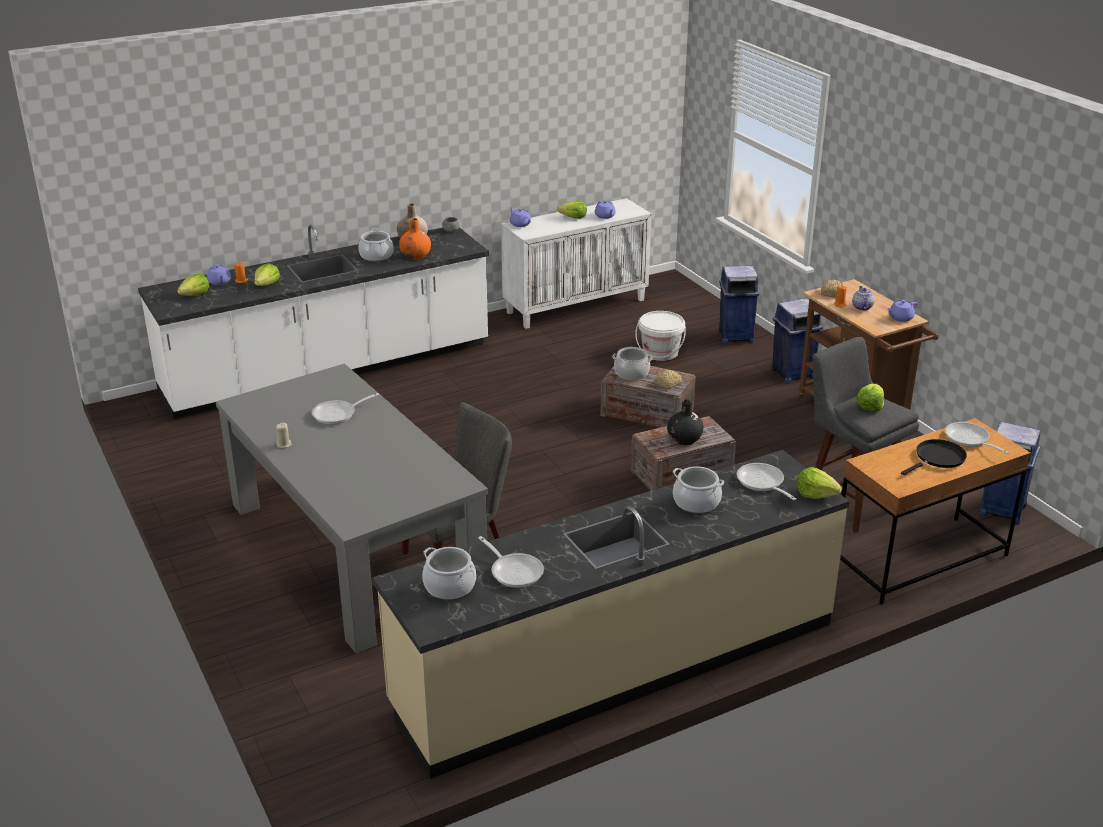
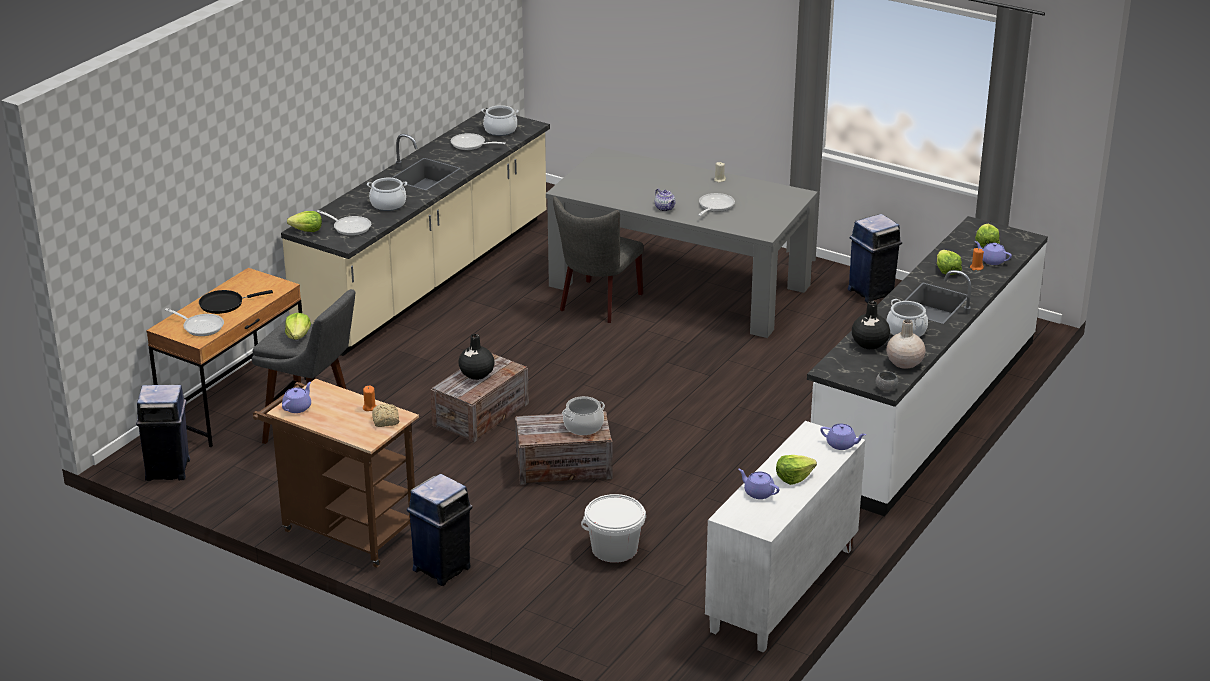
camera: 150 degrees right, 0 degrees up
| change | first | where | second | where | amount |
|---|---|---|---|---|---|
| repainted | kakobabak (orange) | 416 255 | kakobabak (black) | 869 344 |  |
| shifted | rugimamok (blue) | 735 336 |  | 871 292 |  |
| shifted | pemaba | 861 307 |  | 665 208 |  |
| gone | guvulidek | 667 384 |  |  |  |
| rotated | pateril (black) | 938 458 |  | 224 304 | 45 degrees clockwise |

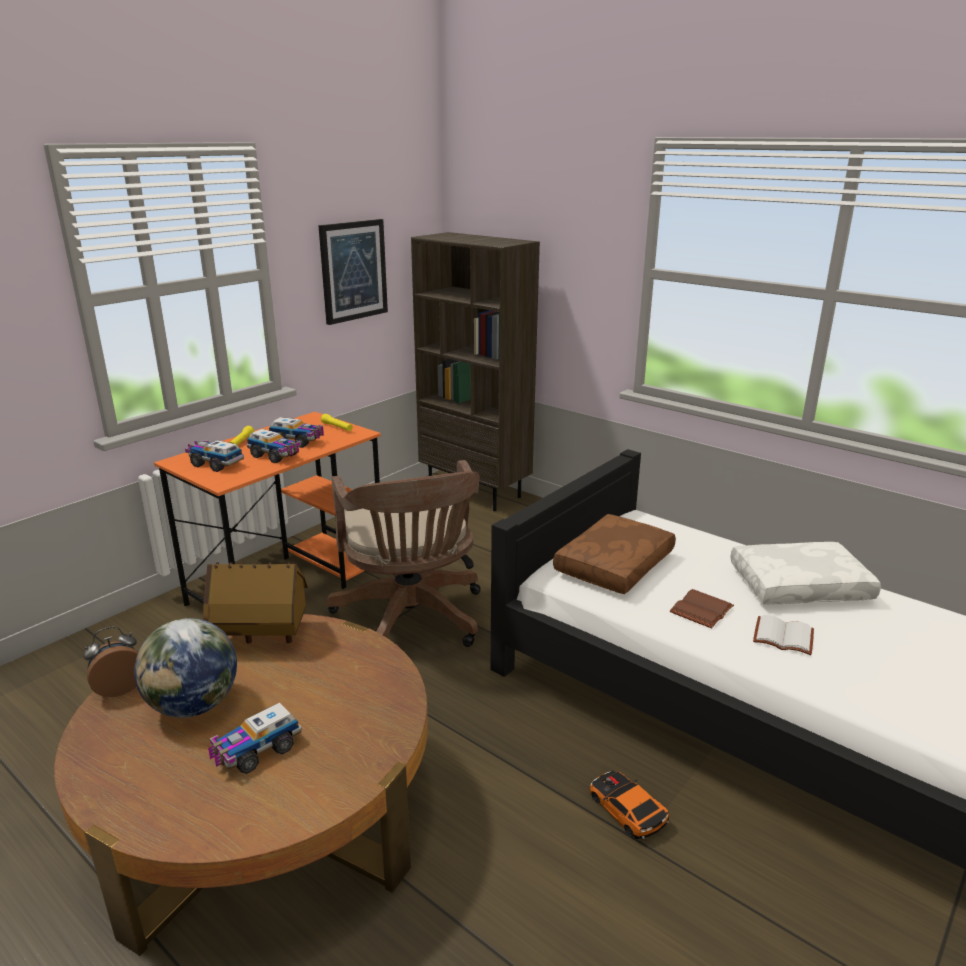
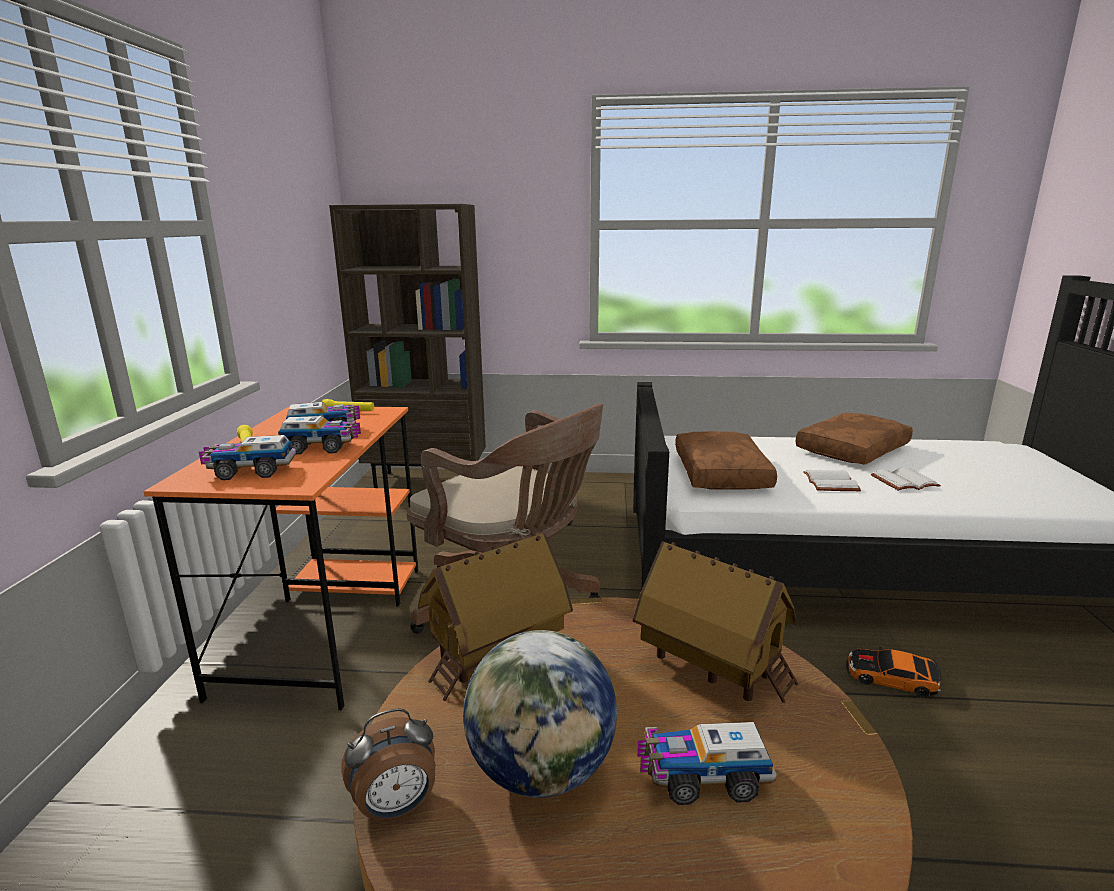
camera: 35 degrees left, 5 degrees down
| change | first | where | second | where | amount |
|---|---|---|---|---|---|
| gone | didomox | 353 271 |  |  |  |
| repainted | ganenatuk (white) | 799 585 | ganenatuk (brown) | 851 449 |  |
| repainted | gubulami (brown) | 702 611 | gubulami (white) | 832 483 |  |
| rotated | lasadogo | 119 687 |  | 396 808 | 135 degrees counterclockwise |
| rotated | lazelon | 256 751 |  | 702 776 | 75 degrees clockwise |
| new |  |  | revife | 712 667 |  |

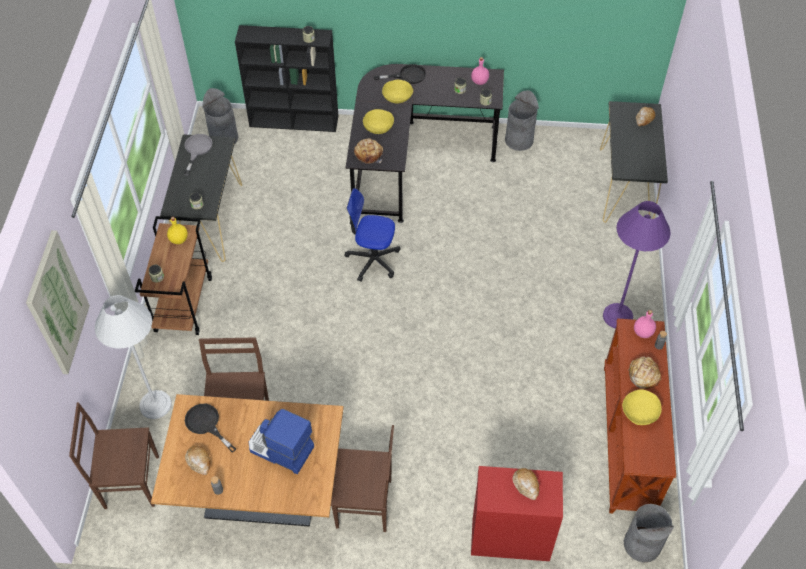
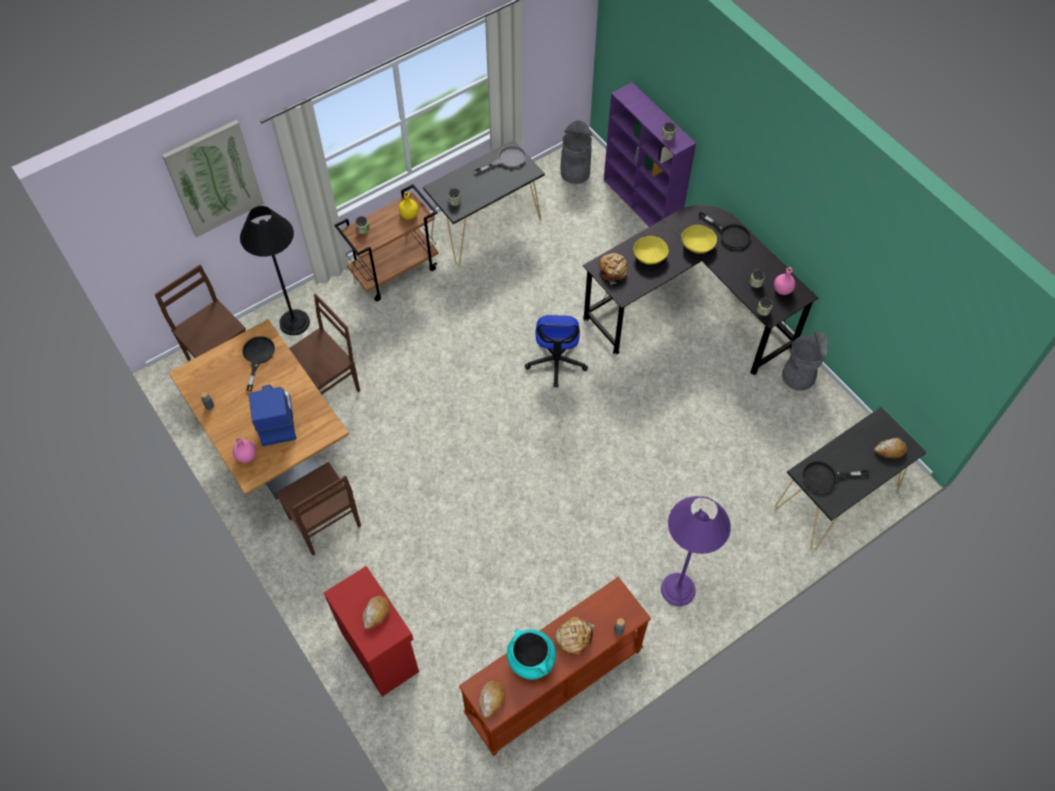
camera: 50 degrees right, 5 degrees up
| change | first | where | second | where | amount |
|---|---|---|---|---|---|
| repainted | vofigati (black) | 295 121 | vofigati (purple) | 642 204 |  |
| rotated | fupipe | 373 260 |  | 556 362 | 150 degrees counterclockwise |
| repainted | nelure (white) | 155 404 | nelure (black) | 294 322 |  |
| shifted | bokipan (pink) | 643 332 |  | 247 456 |  |
| swapped | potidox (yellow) | 640 412 | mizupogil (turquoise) | 531 659 |  |
| shifted | guvulidek | 199 461 |  | 492 700 |  |
| gone | rugimamok (grey) | 642 544 |  |  |  |
| new |  |  | pateril (black) | 825 477 |  |

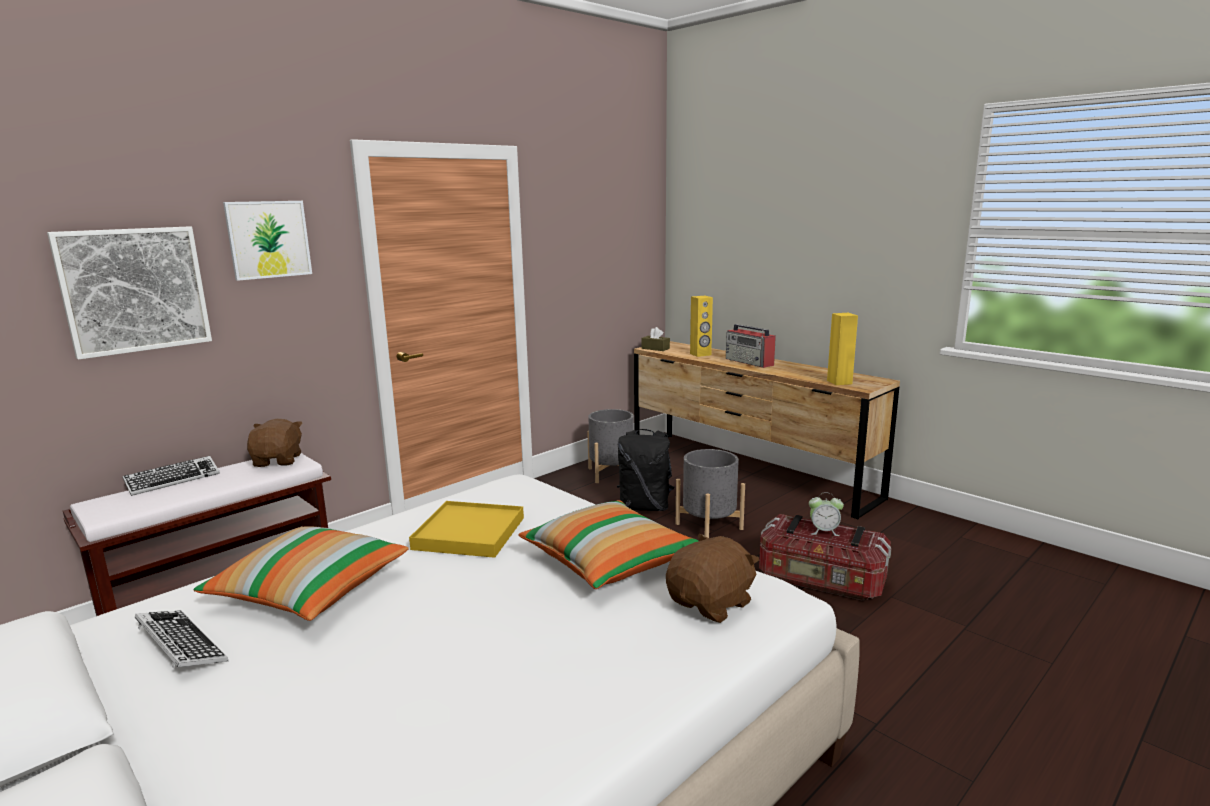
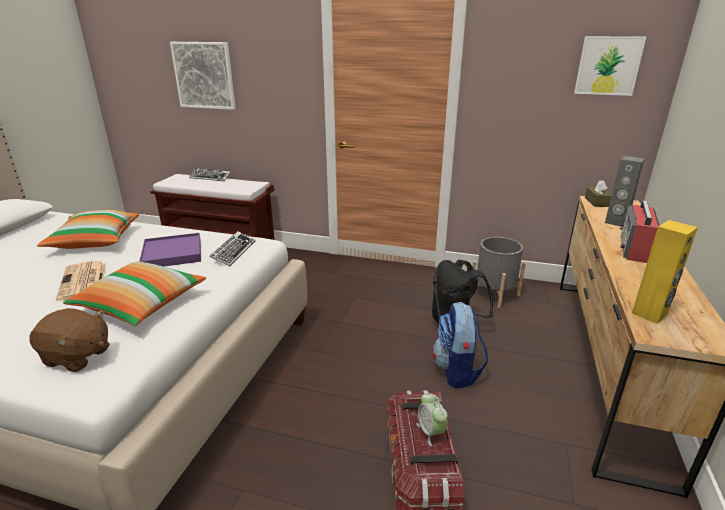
camera: 60 degrees right, 10 degrees up
| change | first | where | second | where | amount |
|---|---|---|---|---|---|
| shifted | didomox | 268 239 |  | 608 66 |  |
| repainted | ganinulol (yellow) | 700 354 | ganinulol (grey) | 616 222 |  |
| gone | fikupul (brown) | 278 460 |  |  |  |
| swapped | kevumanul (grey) | 709 526 | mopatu | 457 371 |  |
| repainted | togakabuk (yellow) | 469 533 | togakabuk (purple) | 172 253 |  |
| shifted | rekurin | 180 646 |  | 233 252 |  |
| new |  |  | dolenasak | 83 281 |  |

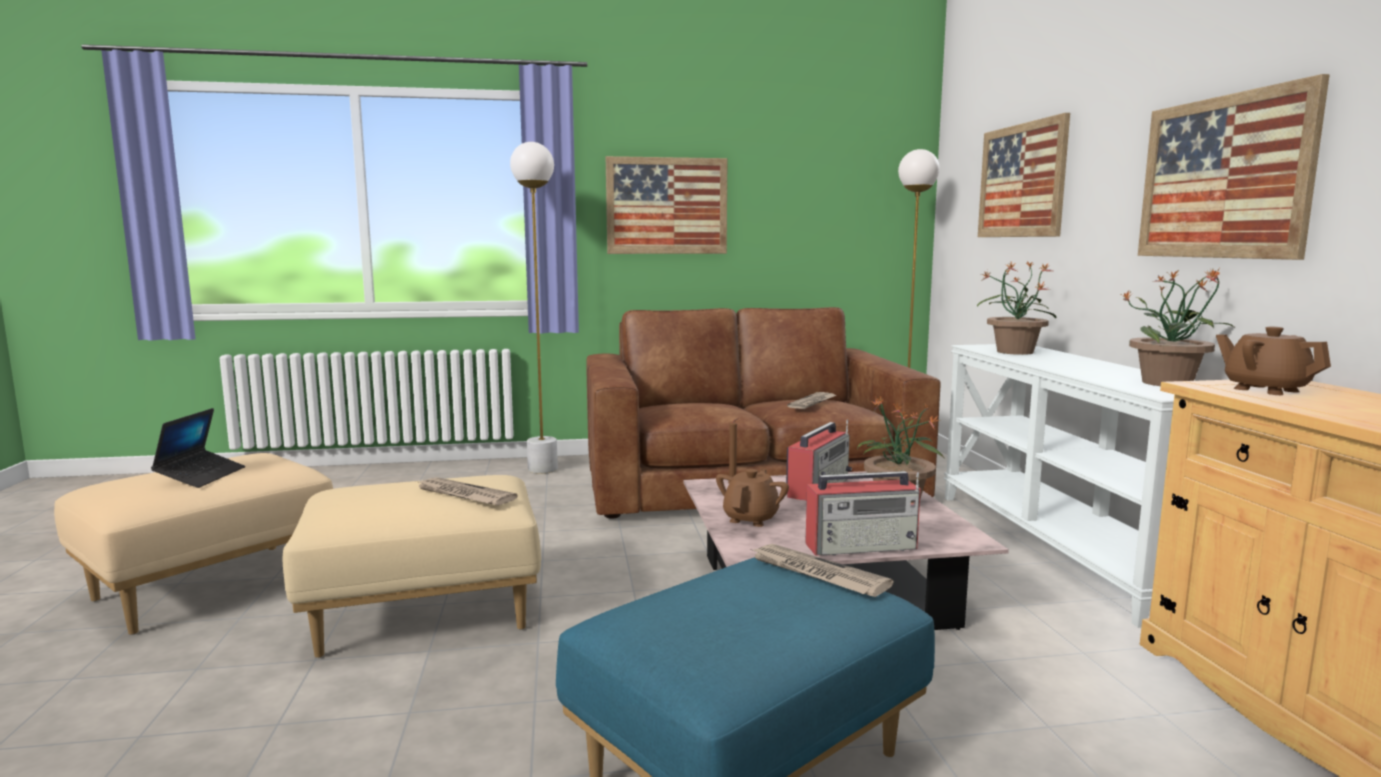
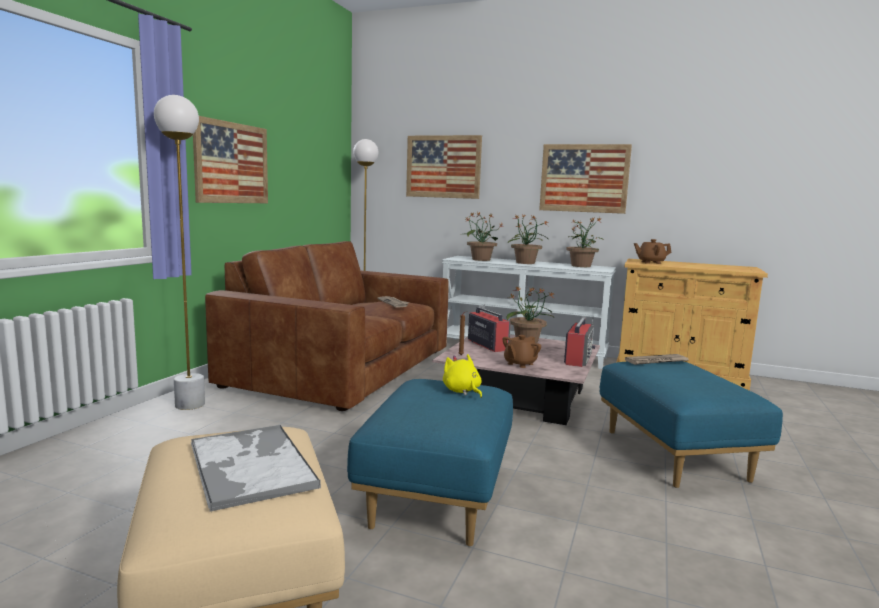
camera: 60 degrees left, 0 degrees up
| change | first | where | second | where | amount |
|---|---|---|---|---|---|
| swapped | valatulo | 201 476 | togakabuk | 250 465 |  |
| rotated | pemaba (brown) | 751 519 |  | 519 364 | 105 degrees counterclockwise |
| repainted | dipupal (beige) | 426 614 | dipupal (blue) | 436 495 |  |
| swapped | dolenasak | 463 495 | fikupul (yellow) | 462 391 |  |
| new |  |  | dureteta | 525 263 |  |

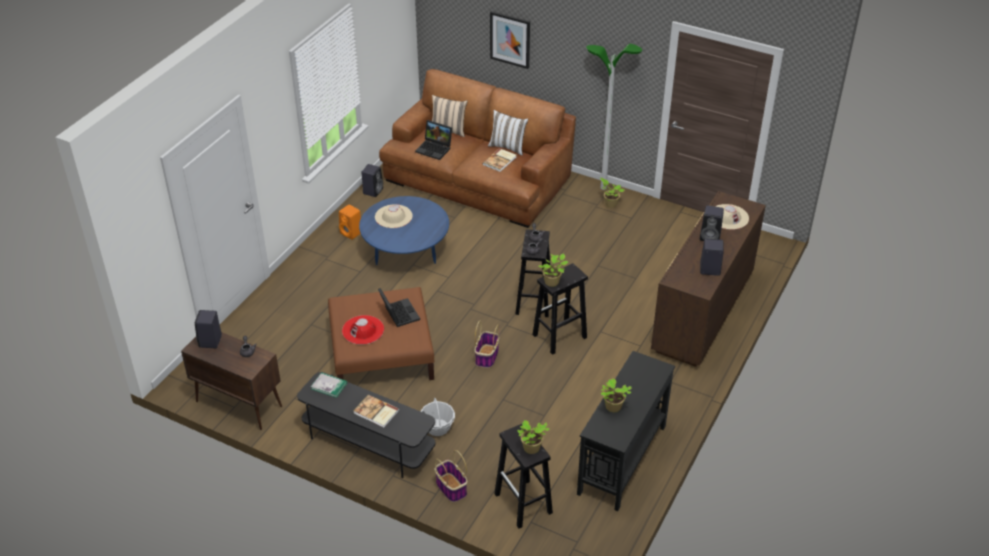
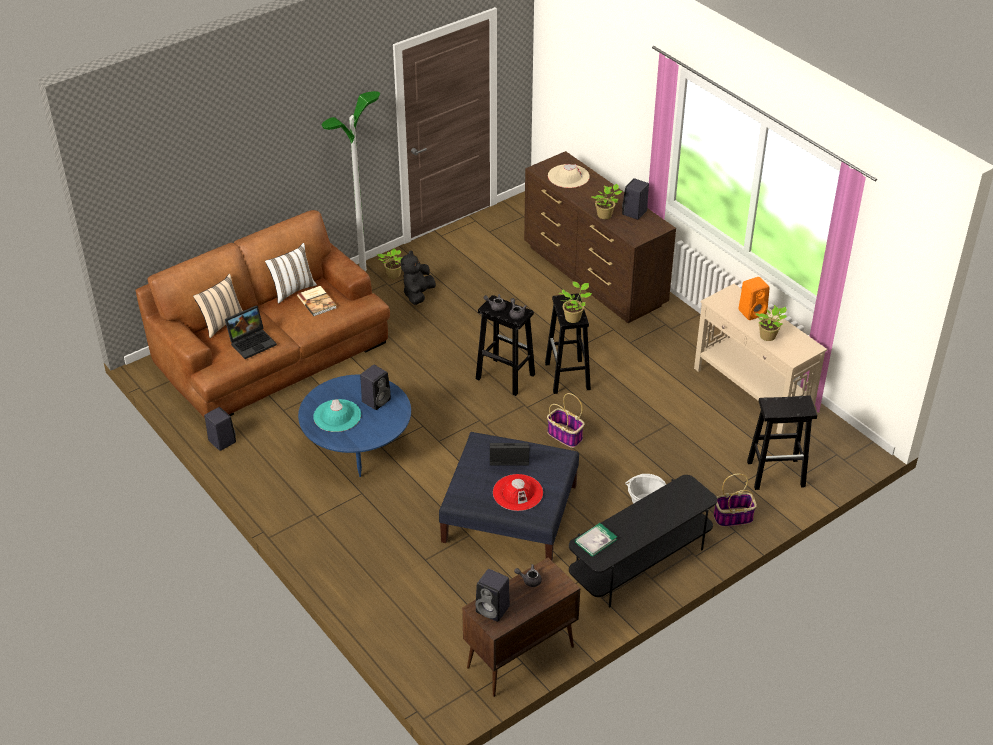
camera: 65 degrees left, 0 degrees up
| change | first | where | second | where | amount |
|---|---|---|---|---|---|
| gone | didomox | 510 39 |  |  |  |
| repainted | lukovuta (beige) | 393 216 | lukovuta (turquoise) | 337 416 |  |
| shifted | ganinulol (orange) | 352 233 |  | 752 312 |  |
| shifted | ganinulol (black) | 710 236 |  | 376 400 |  |
| repainted | dipupal (brown) | 381 352 | dipupal (blue) | 509 513 |  |
| repainted | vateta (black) | 621 459 | vateta (beige) | 752 393 |  |
| gone | gubulami | 376 412 |  |  |  |
| shifted | dureteta | 531 449 |  | 605 215 |  |
| new |  |  | fikupul (black) | 418 294 |  |

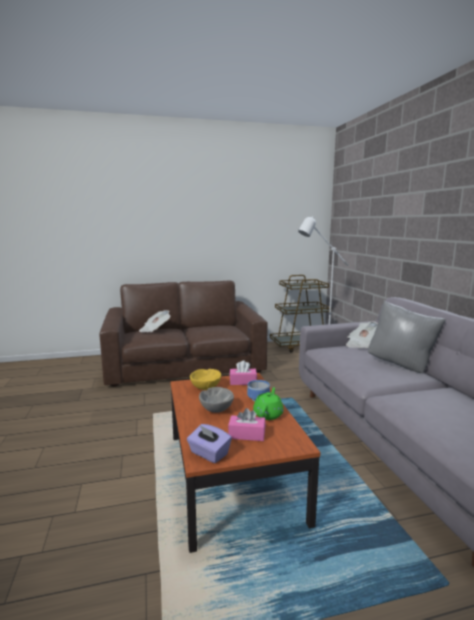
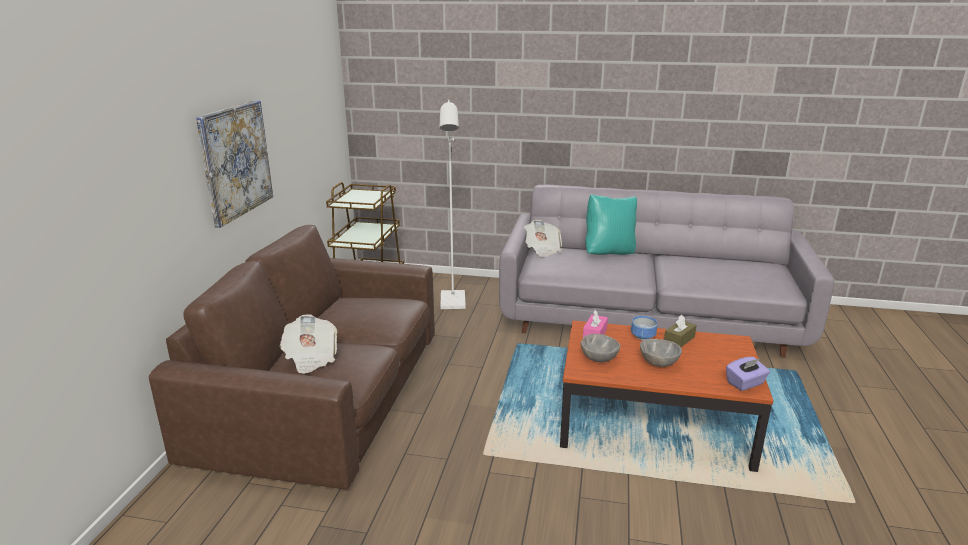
camera: 65 degrees left, 10 degrees up
| change | first | where | second | where | amount |
|---|---|---|---|---|---|
| repainted | ganenatuk (grey) | 401 365 | ganenatuk (turquoise) | 609 253 |  |
| repainted | potidox (yellow) | 205 387 | potidox (grey) | 598 358 |  |
| swapped | pemaba (green) | 268 414 | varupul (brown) | 679 340 |  |
| gone | varupul (pink) | 247 434 |  |  |  |
| new |  |  | didomox | 235 161 |  |

